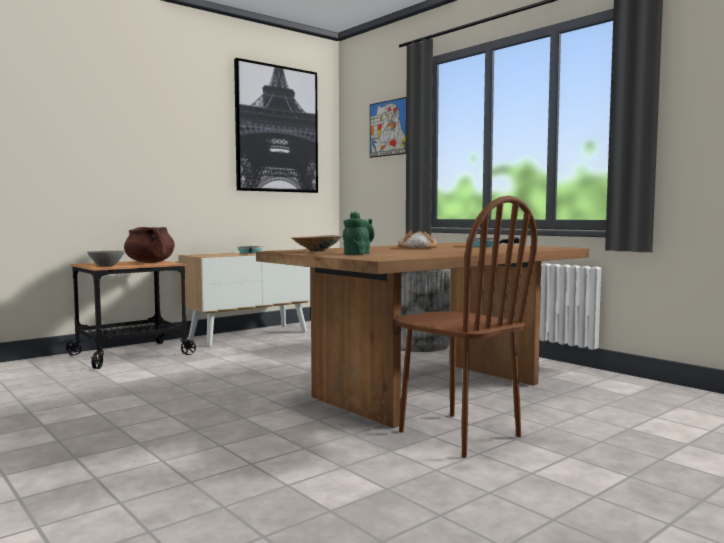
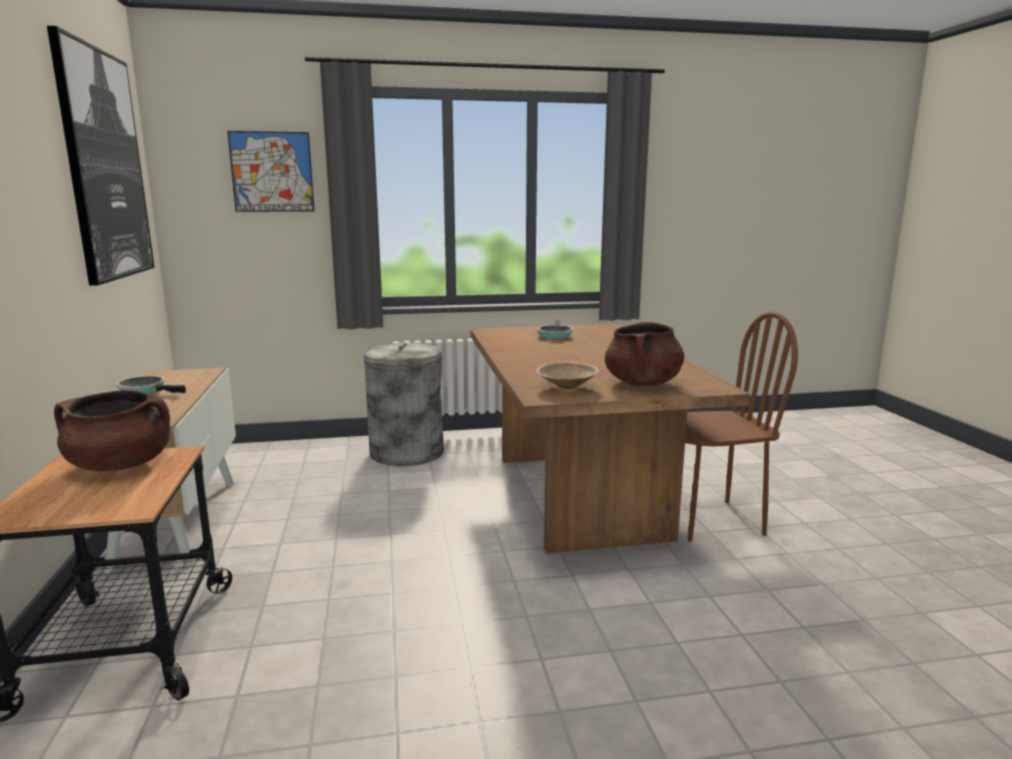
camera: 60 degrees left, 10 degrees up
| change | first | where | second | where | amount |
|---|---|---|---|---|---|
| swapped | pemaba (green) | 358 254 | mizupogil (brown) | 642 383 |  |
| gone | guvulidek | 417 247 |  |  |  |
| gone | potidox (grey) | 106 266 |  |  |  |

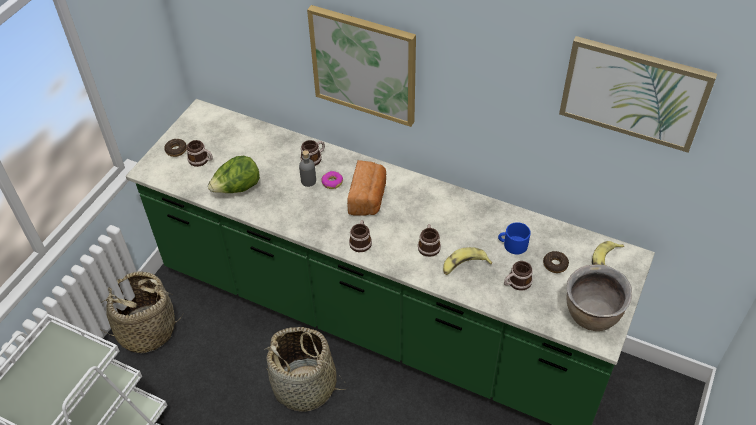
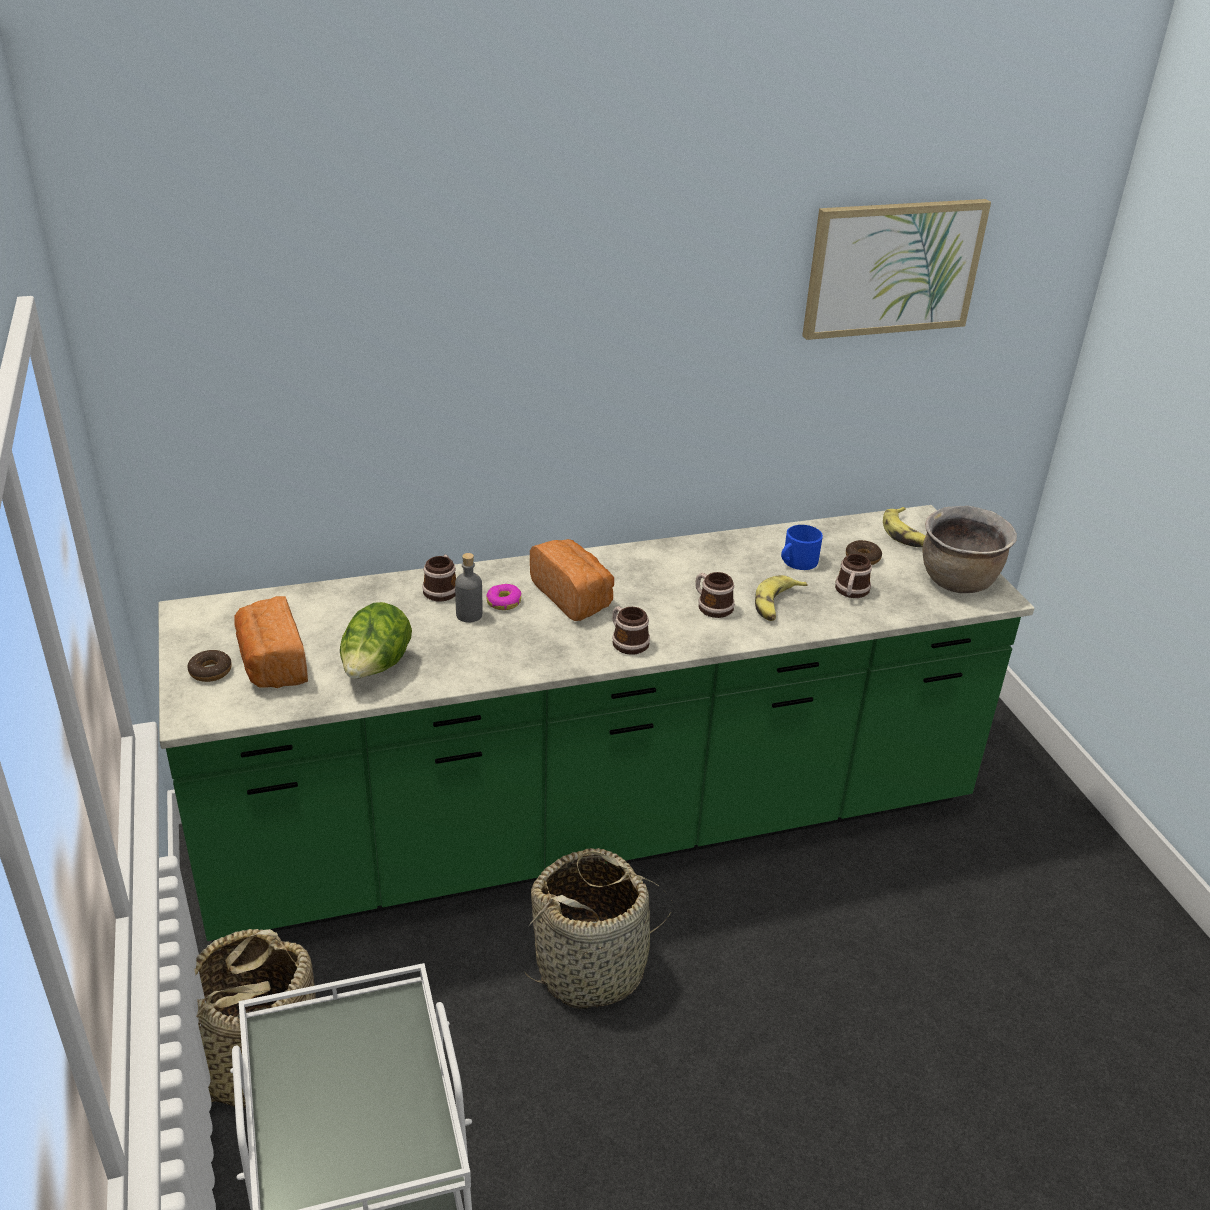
camera: 45 degrees left, 15 degrees down
| change | first | where | second | where | amount |
|---|---|---|---|---|---|
| gone | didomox | 364 65 |  |  |  |
| swapped | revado | 201 160 | guvulidek | 272 664 |  |

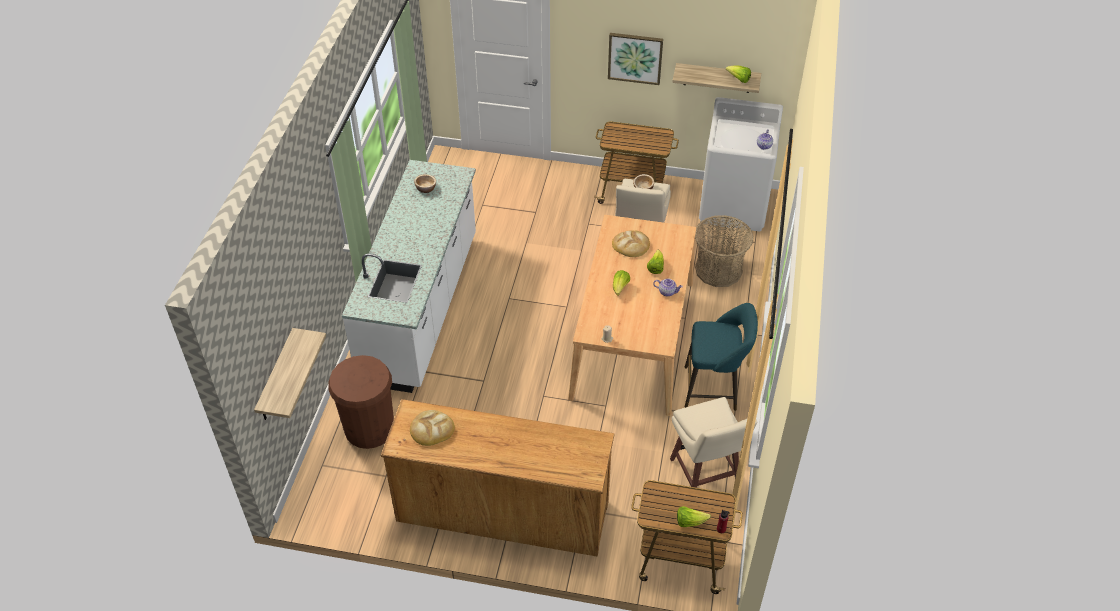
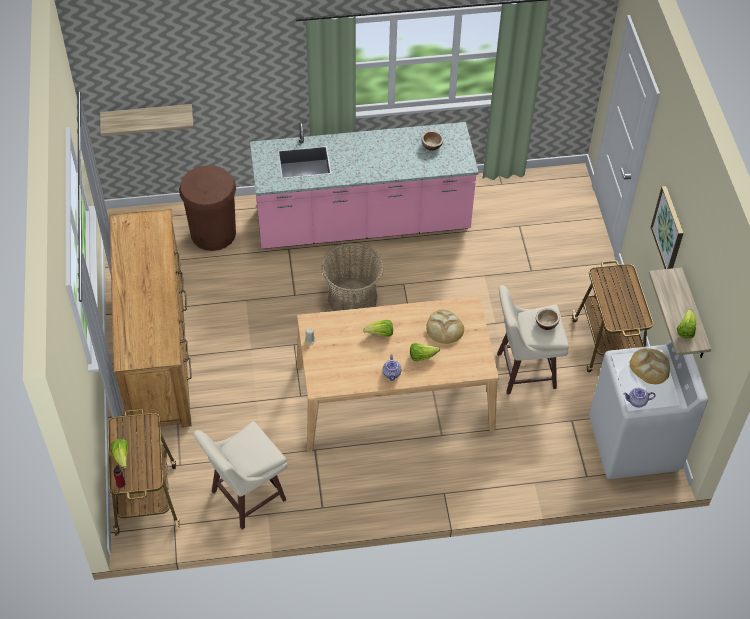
camera: 70 degrees right, 5 degrees up
| change | first | where | second | where | amount |
|---|---|---|---|---|---|
| repainted | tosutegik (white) | 422 308 | tosutegik (pink) | 362 223 |  |
| shifted | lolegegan | 718 270 |  | 352 299 |  |
| gone | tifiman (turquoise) | 714 389 |  |  |  |
| shifted | guvulidek | 431 429 |  | 650 367 |  |

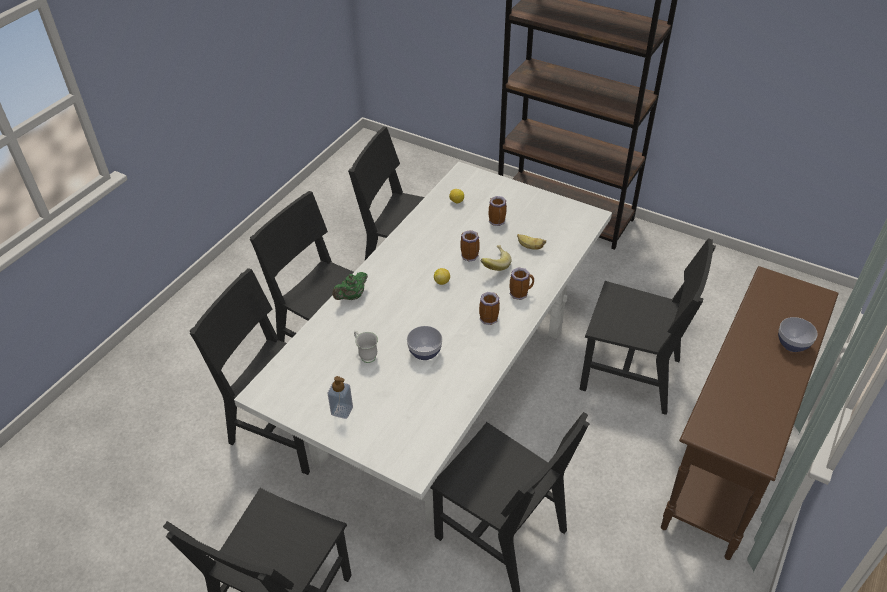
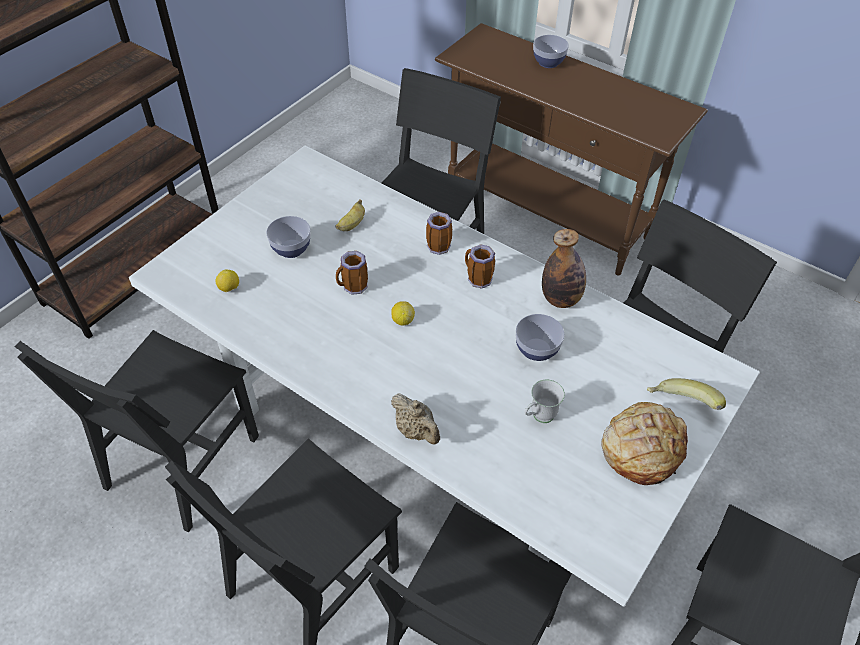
camera: 85 degrees left, 5 degrees up
| change | first | where | second | where | amount |
|---|---|---|---|---|---|
| swapped | revado | 498 222 | potidox | 291 249 |  |
| shifted | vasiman | 494 265 |  | 681 406 |  |
| repainted | pemaba (green) | 352 296 | pemaba (beige) | 416 431 |  |
| swapped | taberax | 342 411 | guvulidek | 641 449 |  |
| new |  |  | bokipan | 560 299 |  |

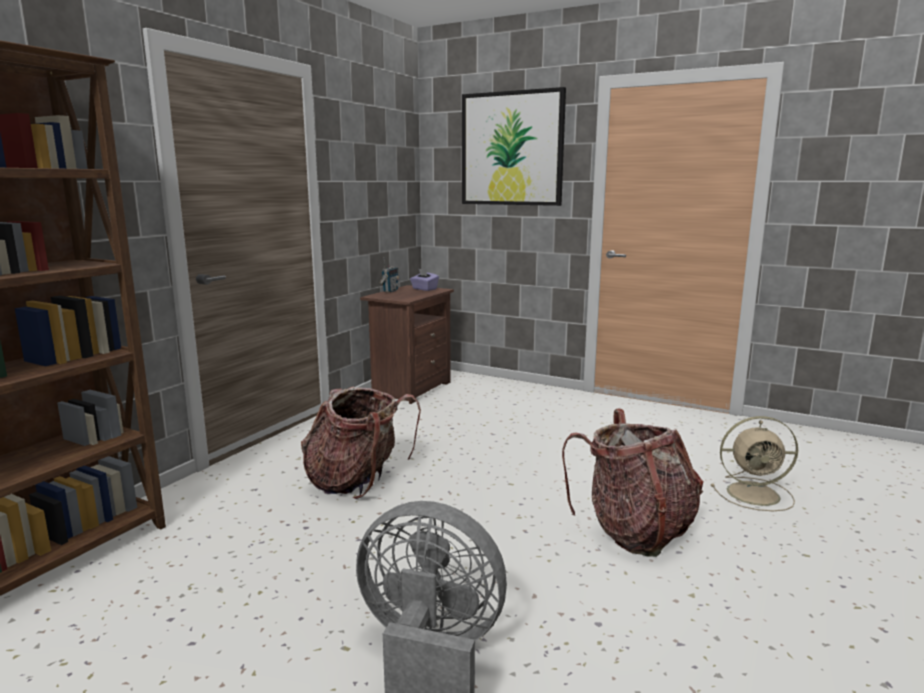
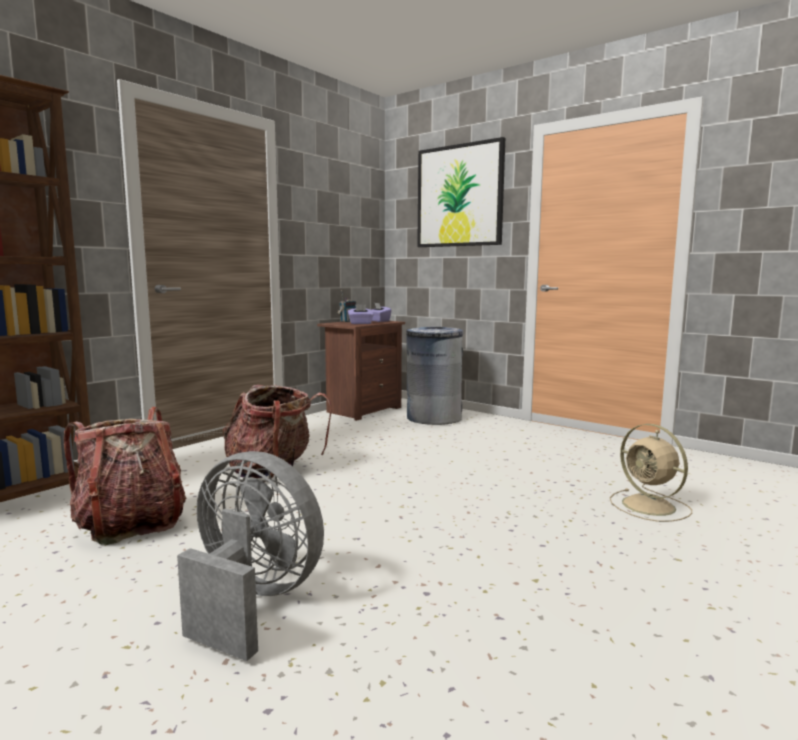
camera: 10 degrees right, 5 degrees down
| change | first | where | second | where | amount |
|---|---|---|---|---|---|
| shifted | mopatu | 634 531 |  | 131 524 |  |
| rotated | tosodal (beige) | 755 494 |  | 650 506 | 45 degrees clockwise |
| new |  |  | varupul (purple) | 360 323 |  |
| new |  |  | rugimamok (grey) | 433 418 |  |

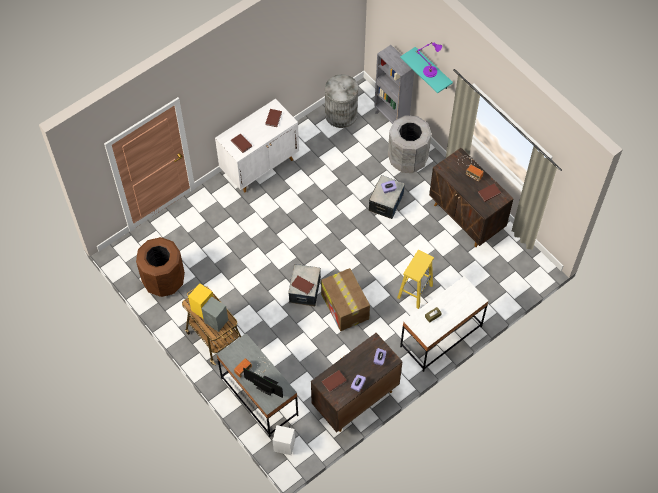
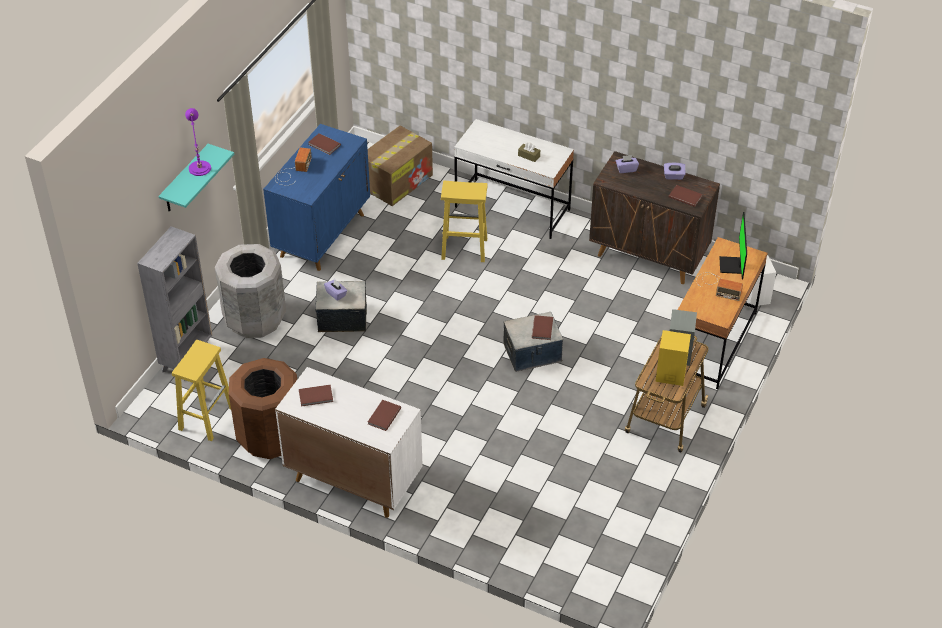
camera: 115 degrees left, 15 degrees down
| change | first | where | second | where | amount |
|---|---|---|---|---|---|
| swapped | rugimamok (grey) | 341 114 | tifiman (yellow) | 207 418 |  |
| repainted | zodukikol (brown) | 466 217 | zodukikol (blue) | 322 235 |  |
| shifted | rugimamok (brown) | 163 280 |  | 270 437 |  |
| shifted | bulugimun | 345 307 |  | 397 181 |  |
| repainted | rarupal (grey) | 259 397 | rarupal (brown) | 713 342 |  |

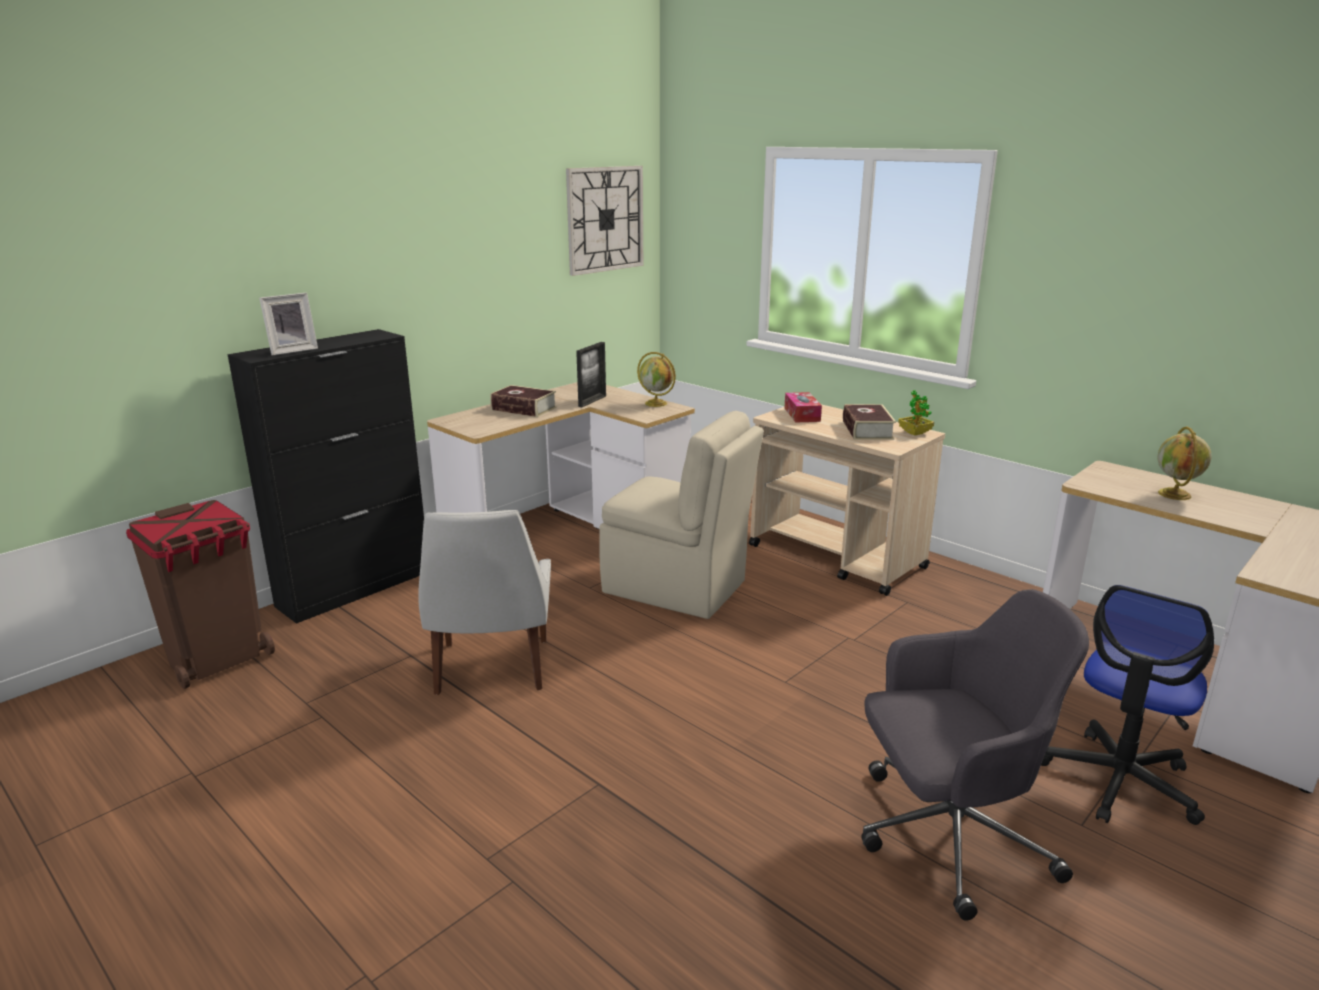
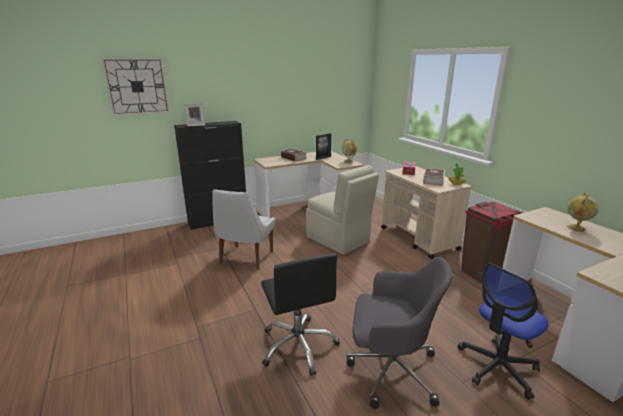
camera: 20 degrees right, 0 degrees up
| change | first | where | second | where | amount |
|---|---|---|---|---|---|
| shifted | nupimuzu | 605 219 |  | 137 86 |  |
| shifted | rugimamok (brown) | 219 661 |  | 482 272 |  |
| new |  |  | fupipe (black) | 298 345 |  |

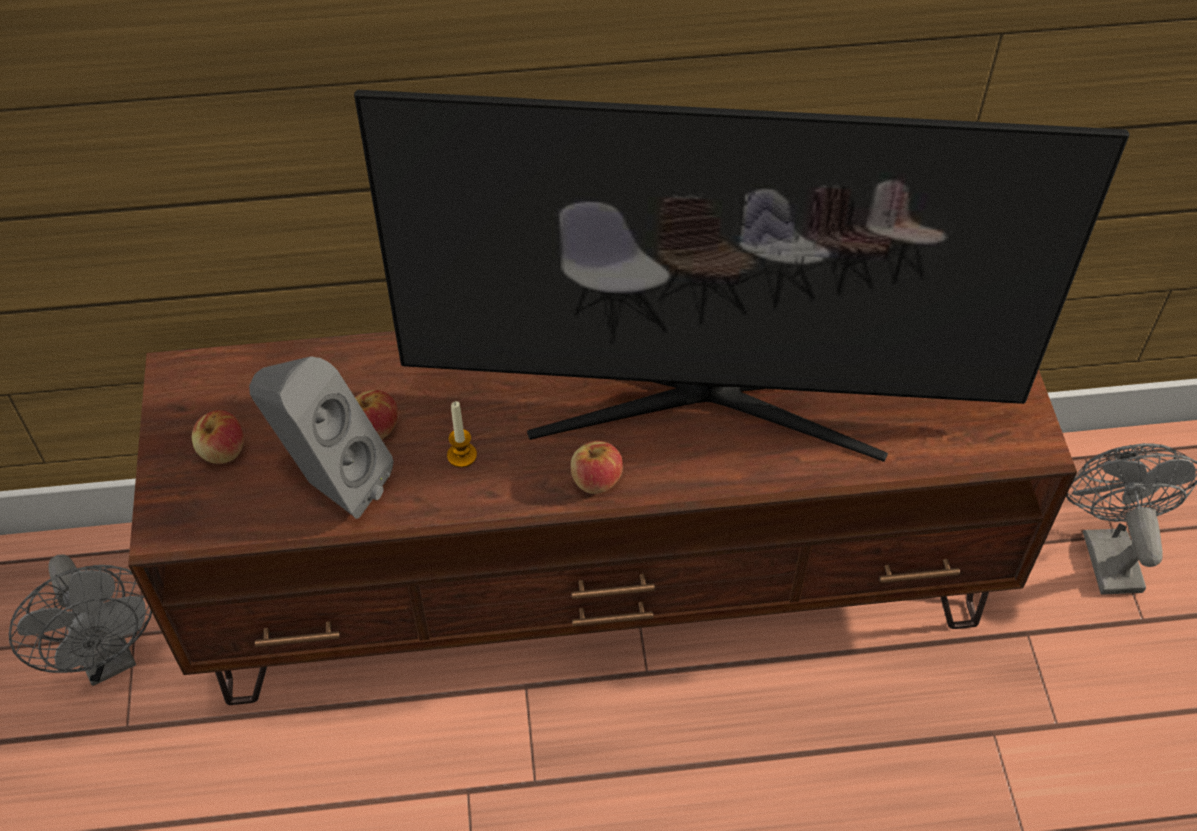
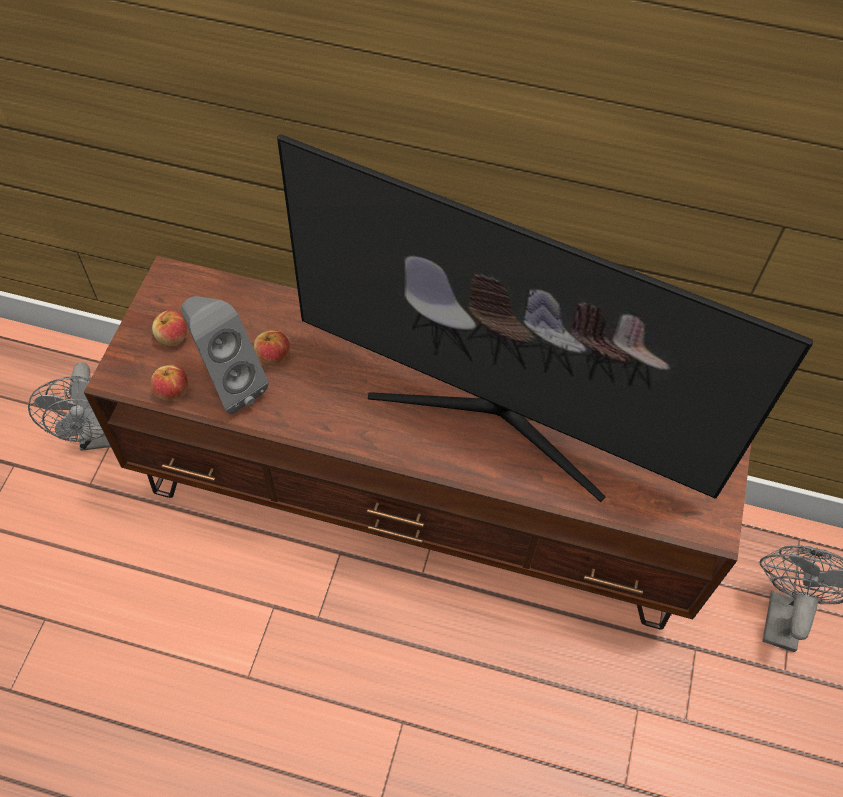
camera: 20 degrees right, 5 degrees up
| change | first | where | second | where | amount |
|---|---|---|---|---|---|
| gone | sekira | 462 455 |  |  |  |
| shifted | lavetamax | 596 480 |  | 172 391 |  |

